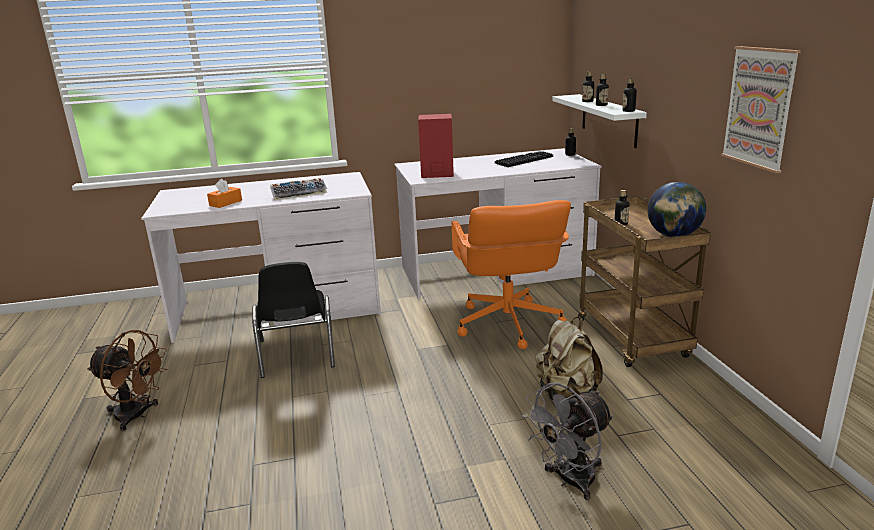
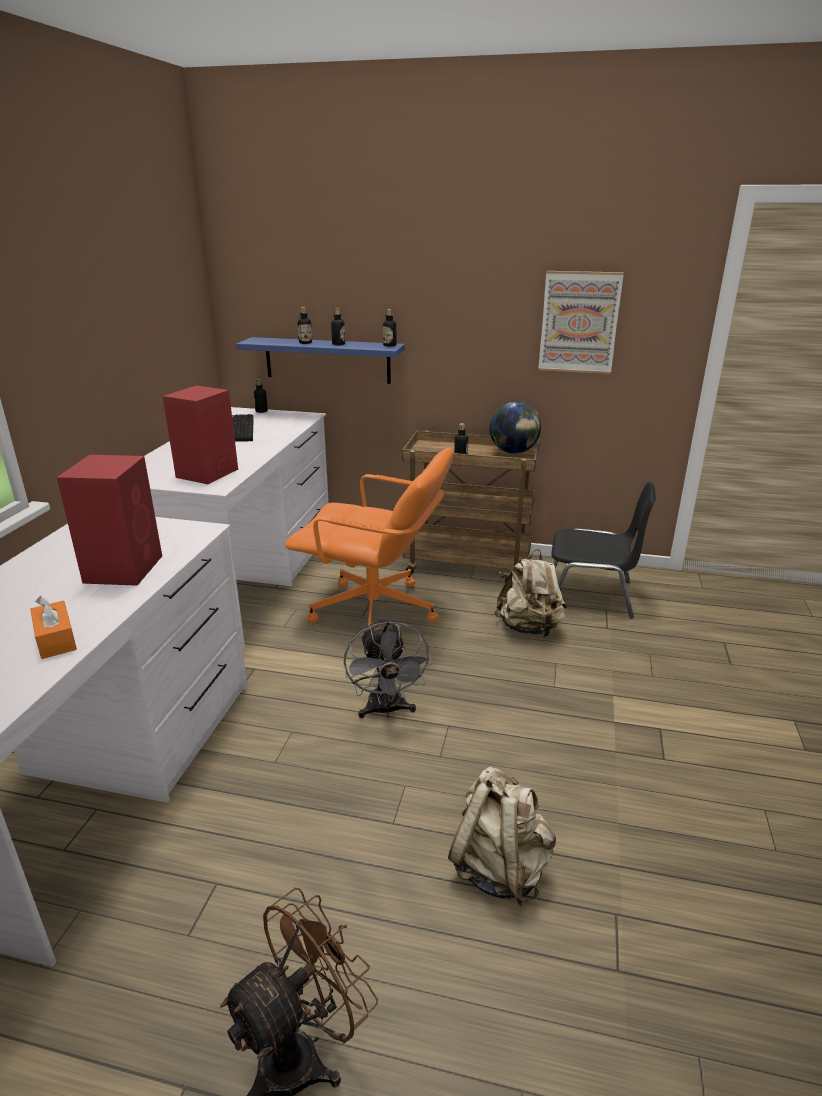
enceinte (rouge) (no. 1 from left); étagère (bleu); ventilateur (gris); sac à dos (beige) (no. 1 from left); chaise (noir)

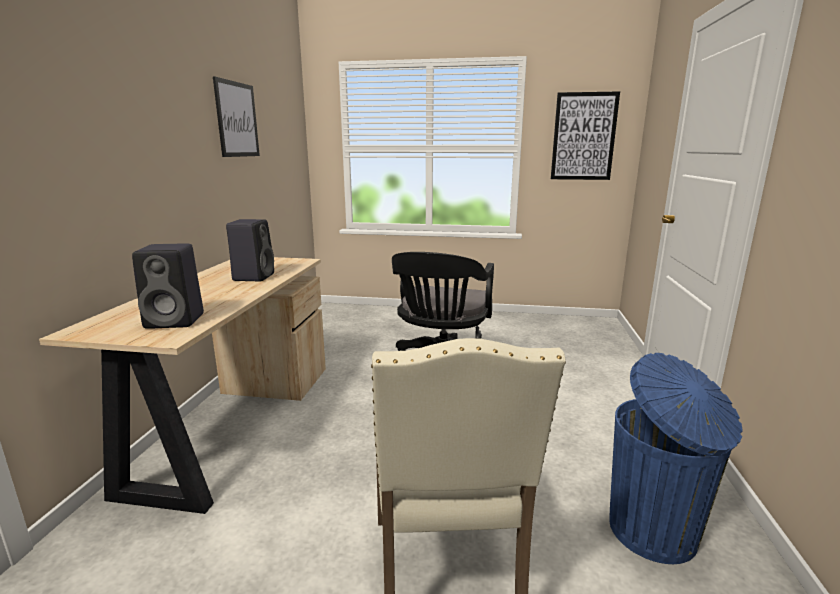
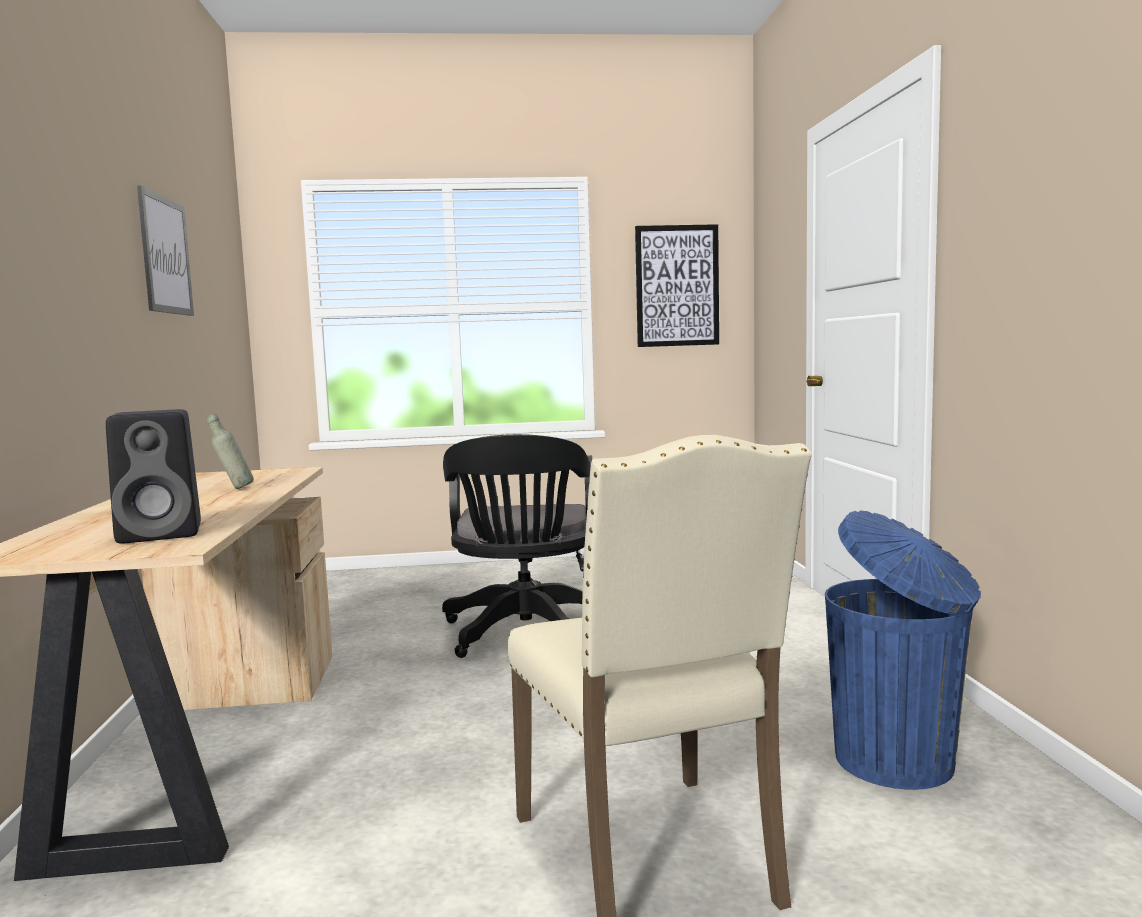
bouteille (gris)

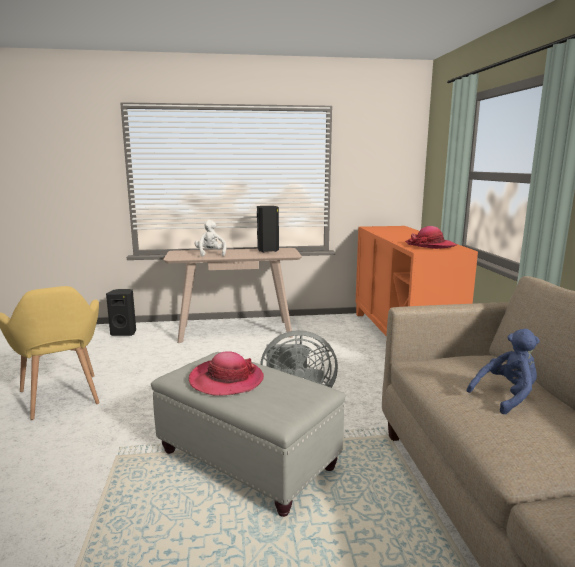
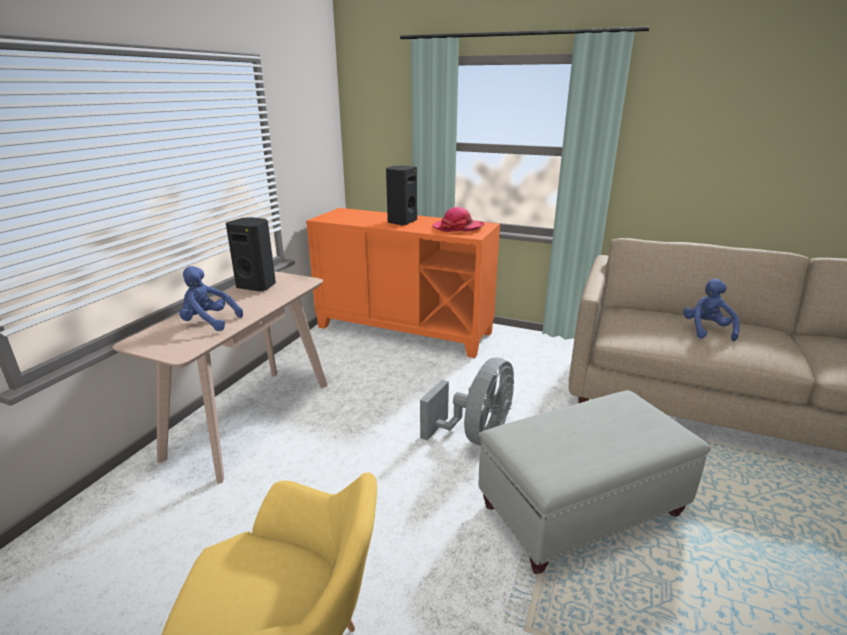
peluche (bleu) (no. 1 from left); enceinte (noir) (no. 2 from left); chapeau (no. 1 from left in the first image)

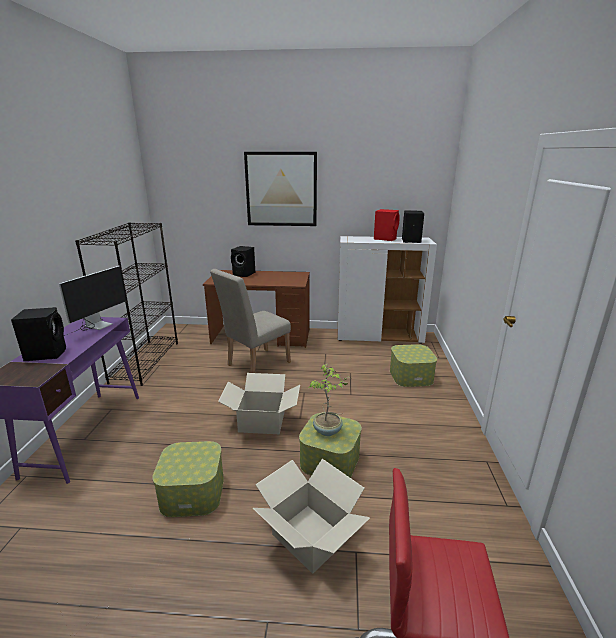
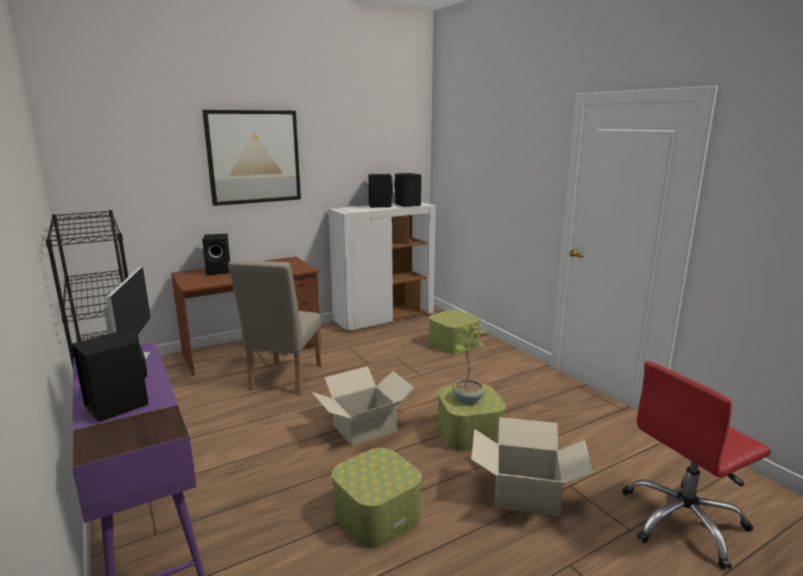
enceinte (noir) (no. 3 from left)

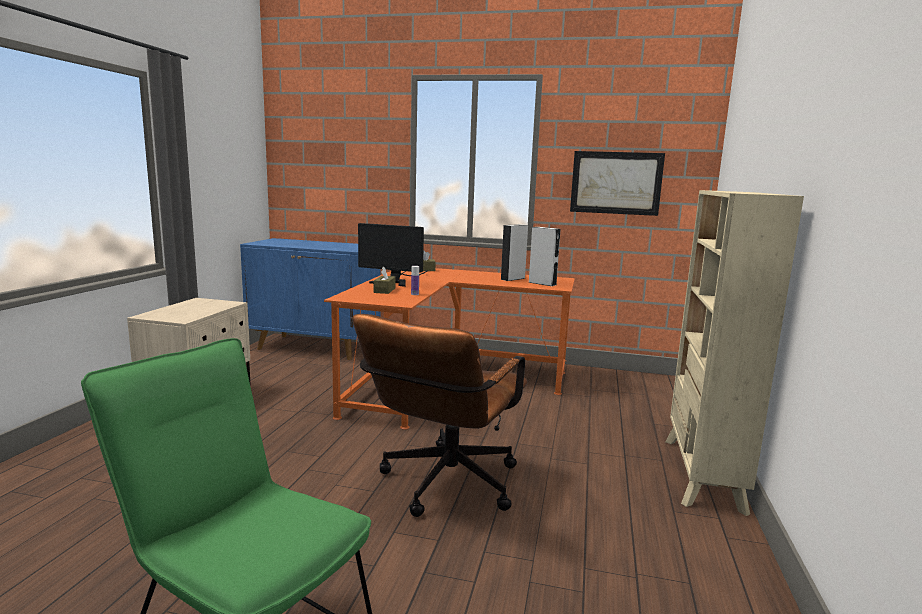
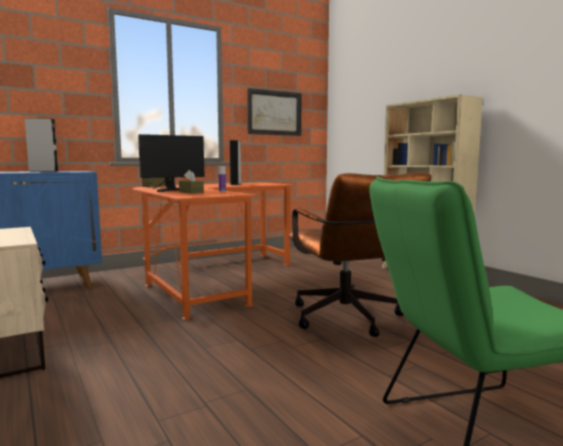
enceinte (gris) (no. 1 from left)

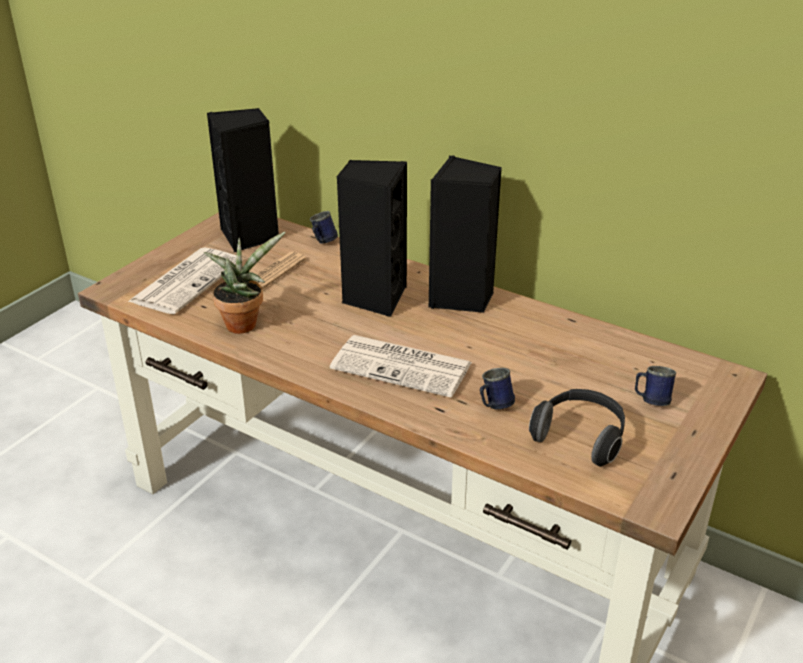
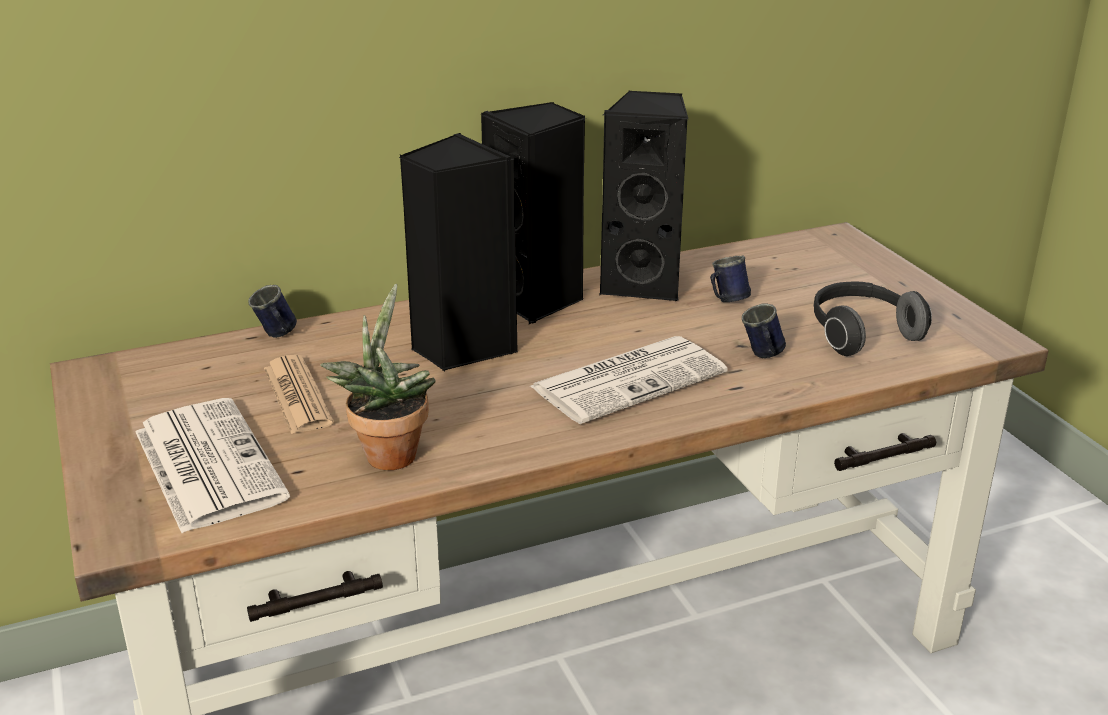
enceinte (noir) (no. 3 from left); mug (bleu) (no. 2 from left)

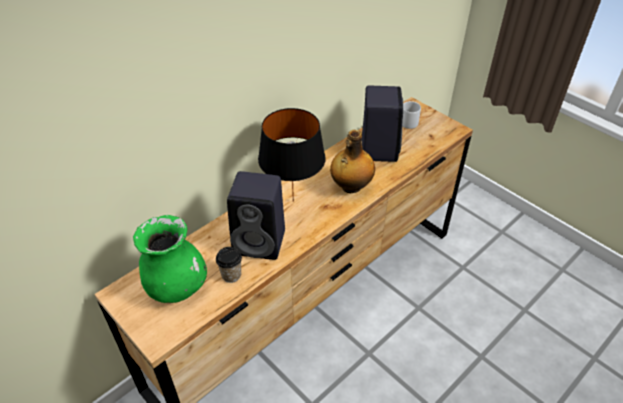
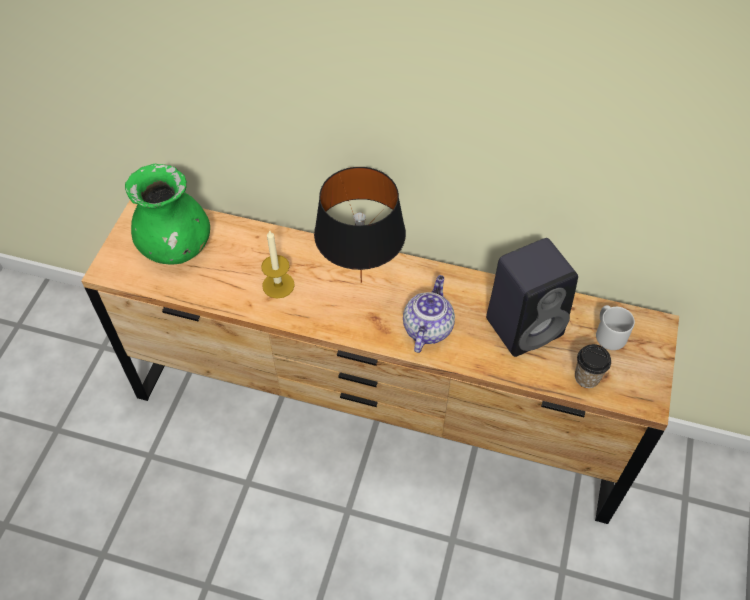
bougie; théière; tasse

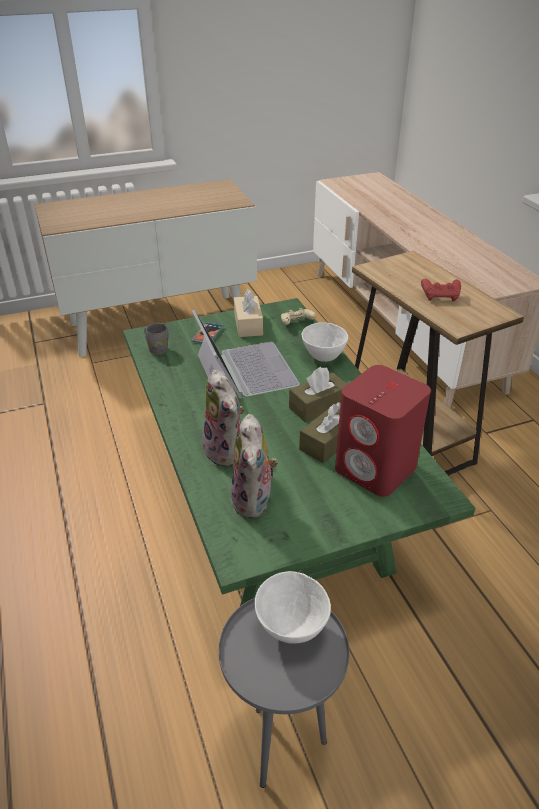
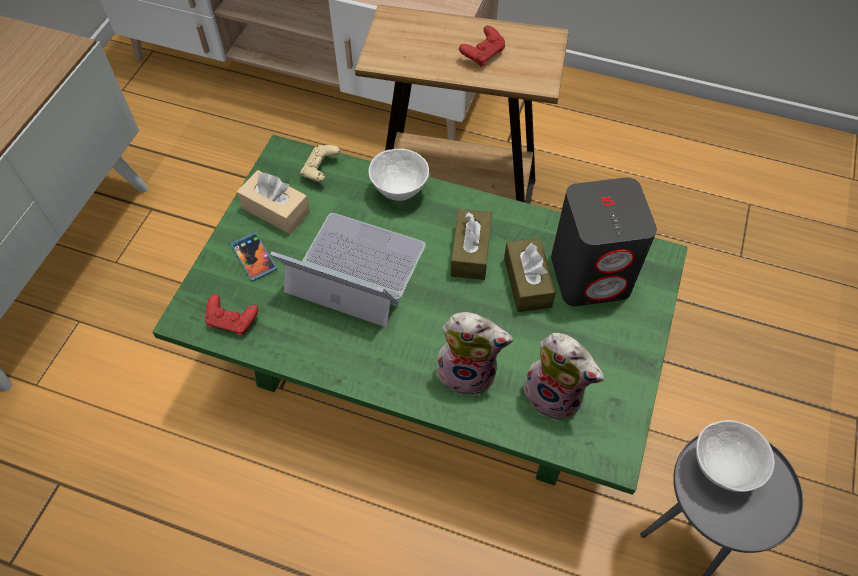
manette (rouge) (no. 1 from left); enceinte (gris)

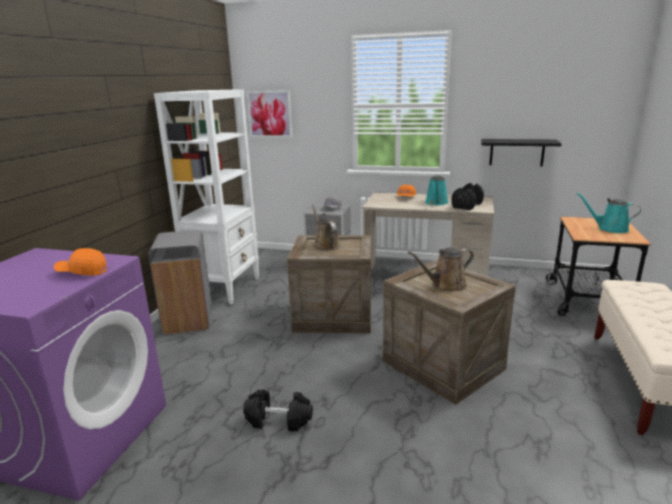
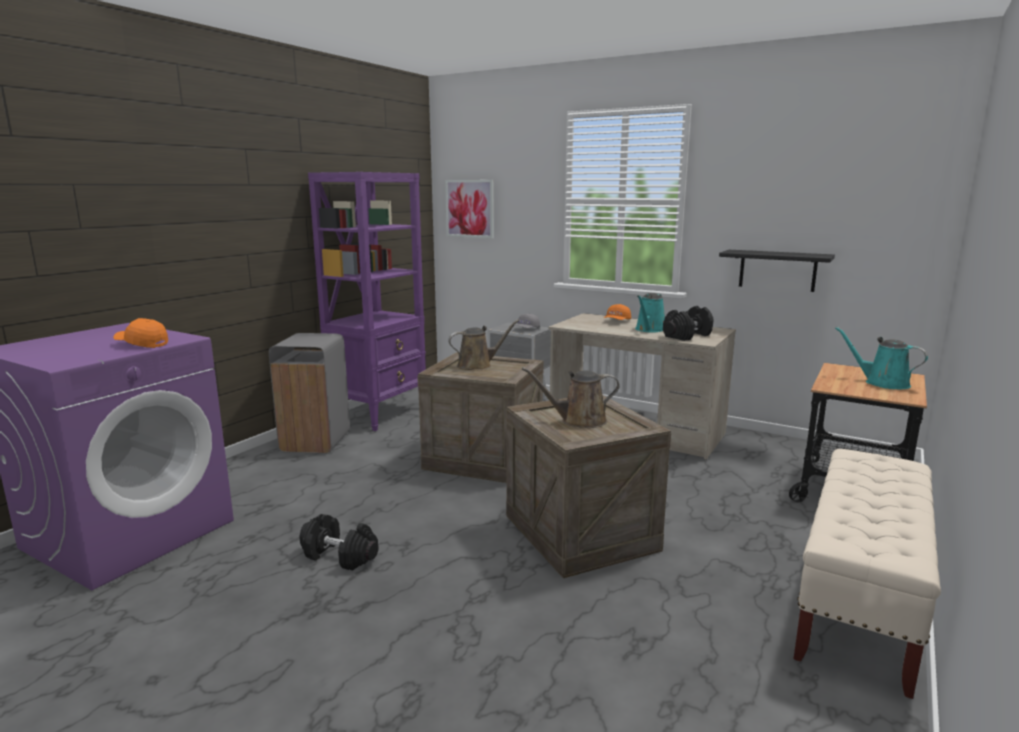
bibliothèque (violet); arrosoir (marron) (no. 1 from left)

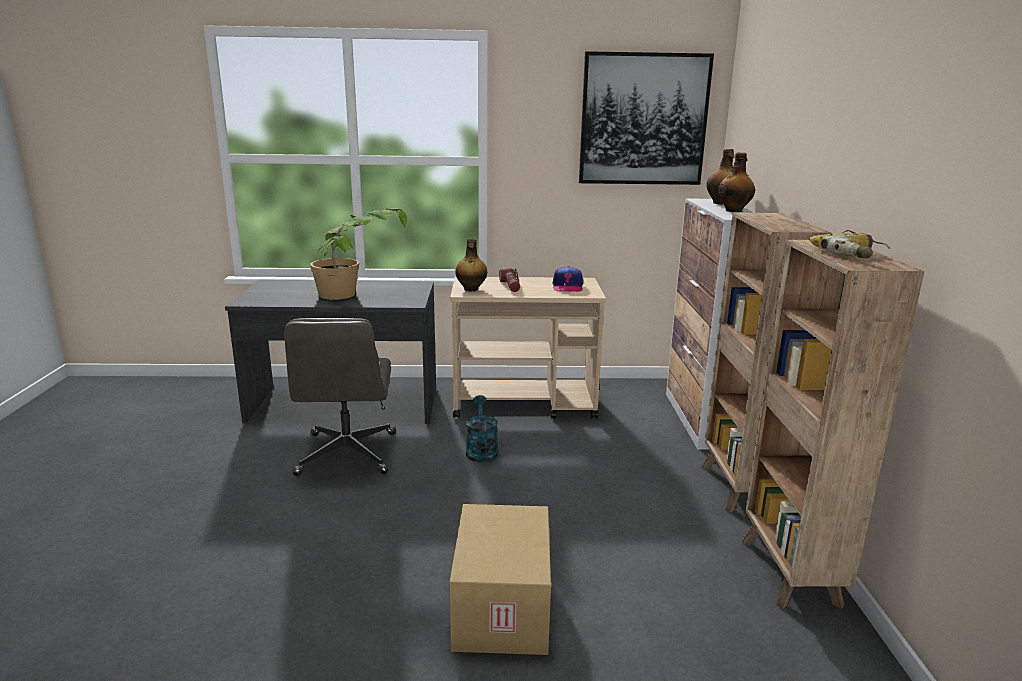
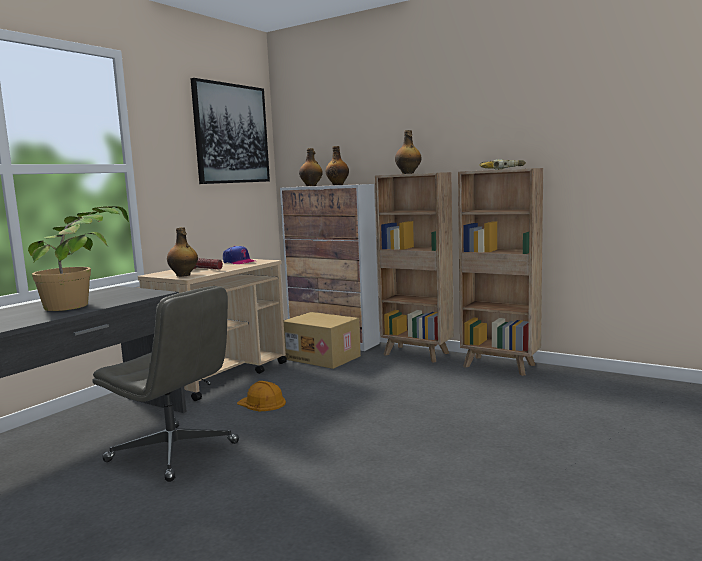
casque de chantier (orange); carton; bouteille (no. 4 from left)

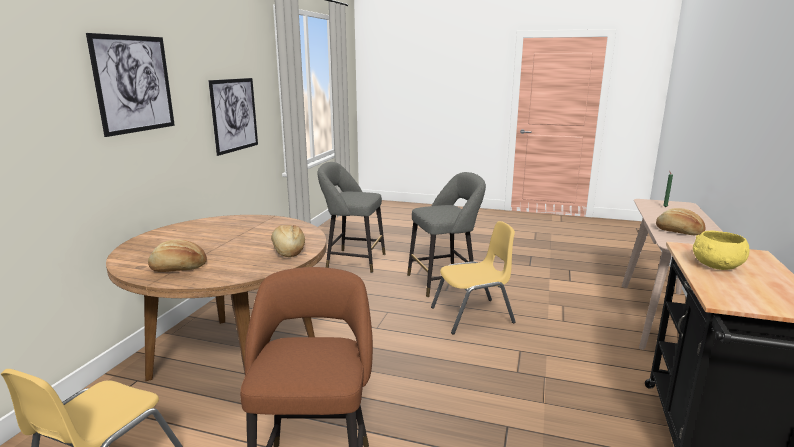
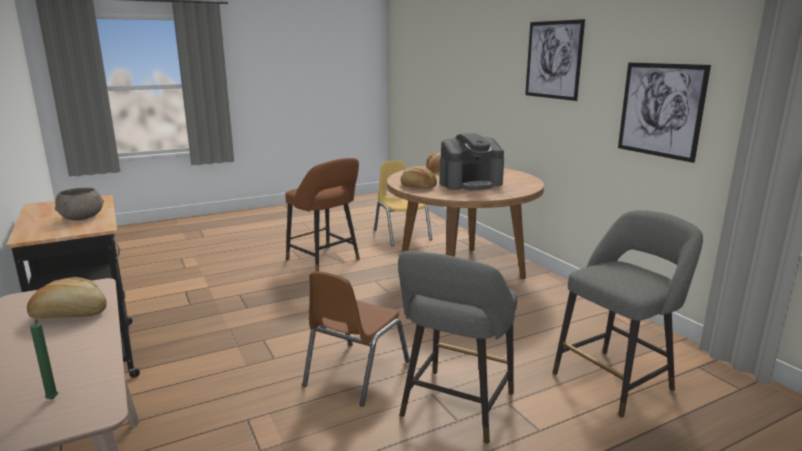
bol (gris); chaise (marron); machine à café

